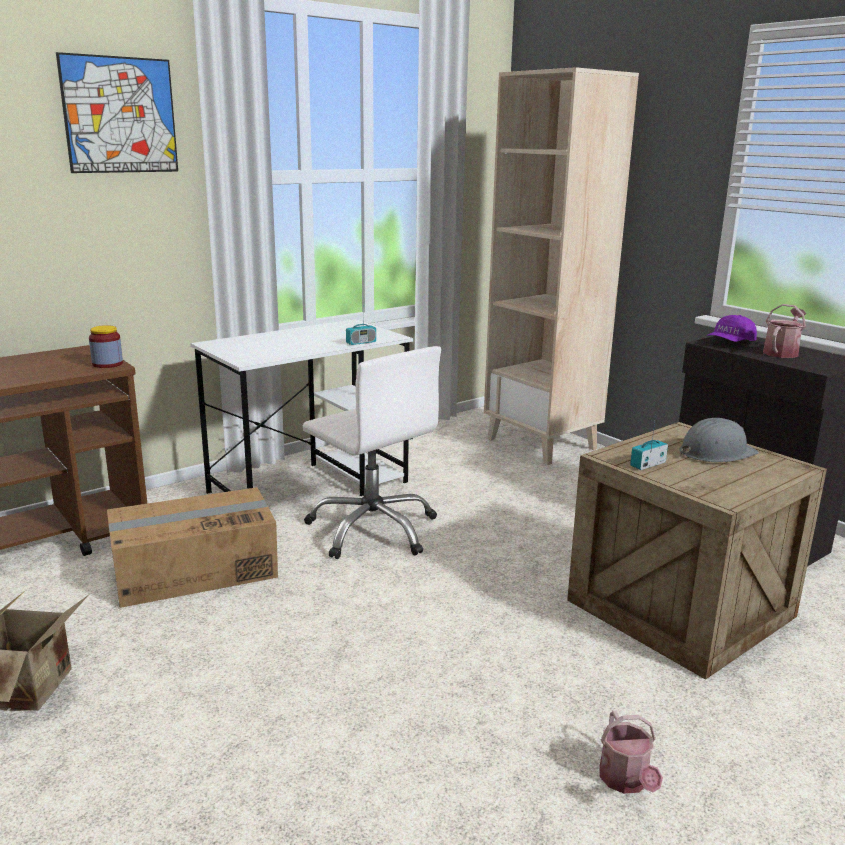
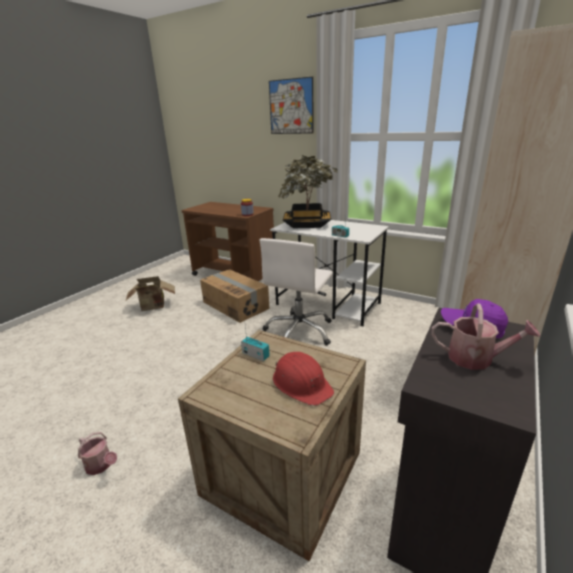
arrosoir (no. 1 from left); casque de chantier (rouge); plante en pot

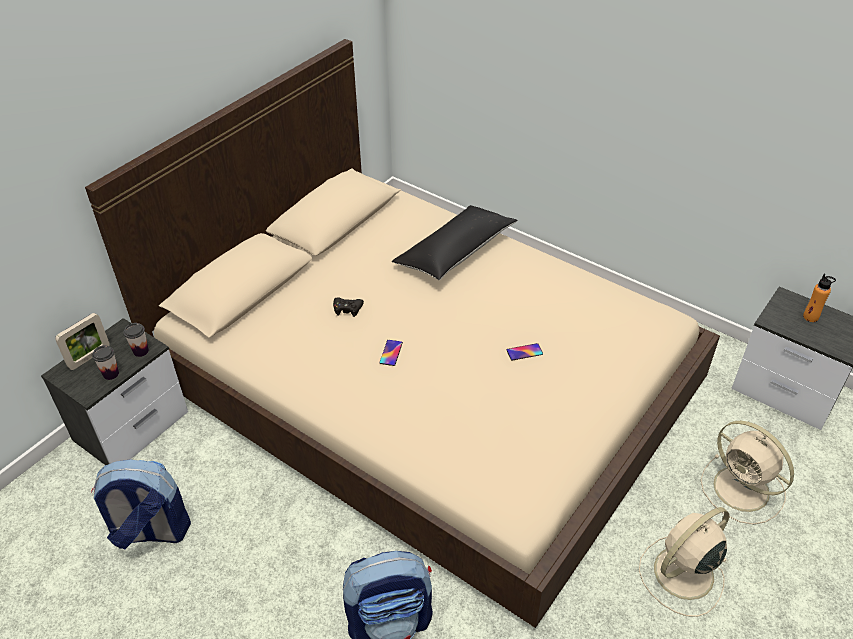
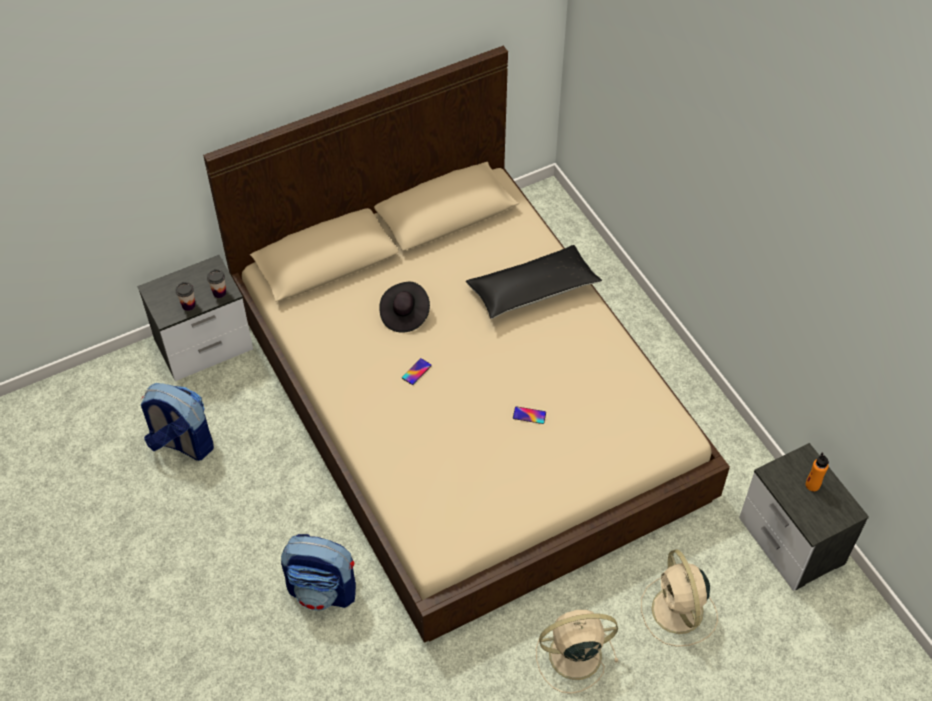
chapeau (noir); cadre photo

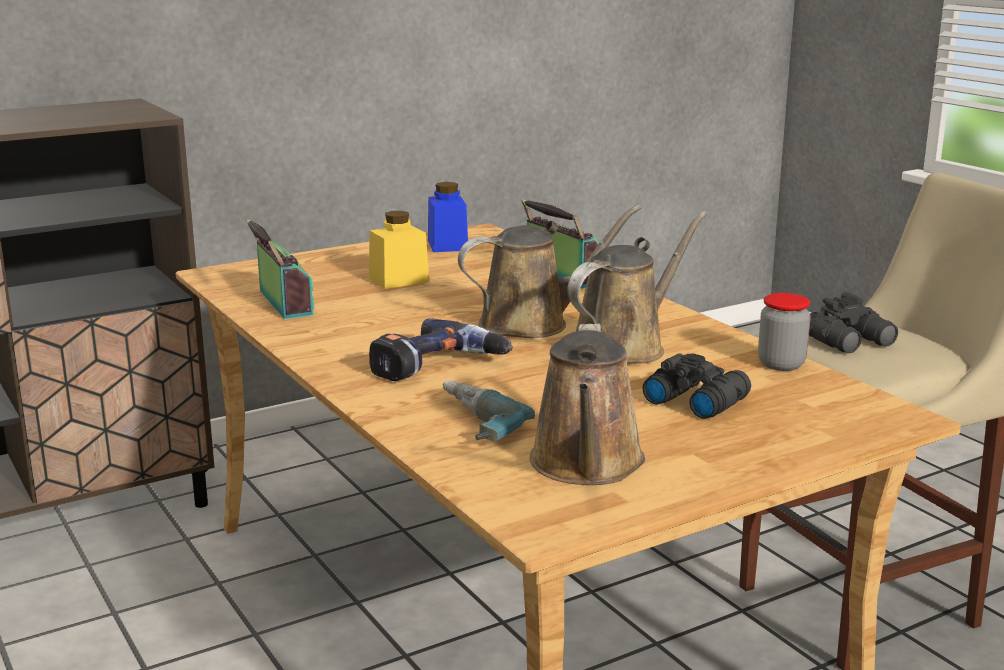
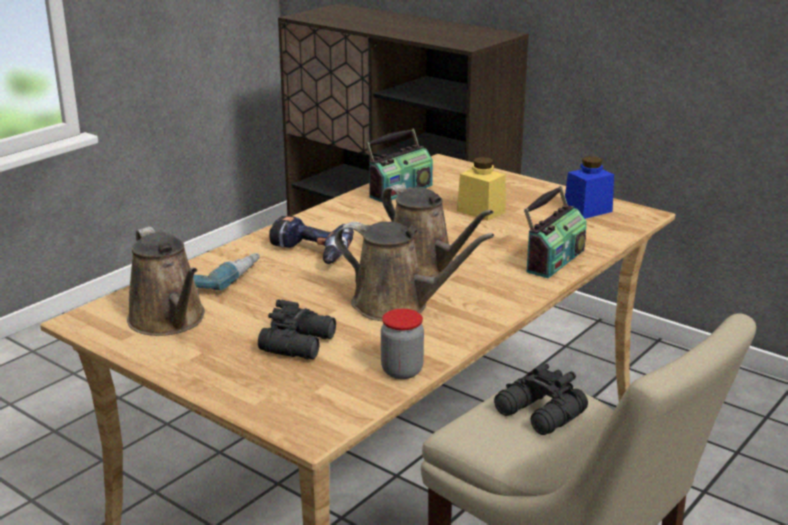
arrosoir (marron) (no. 1 from left)

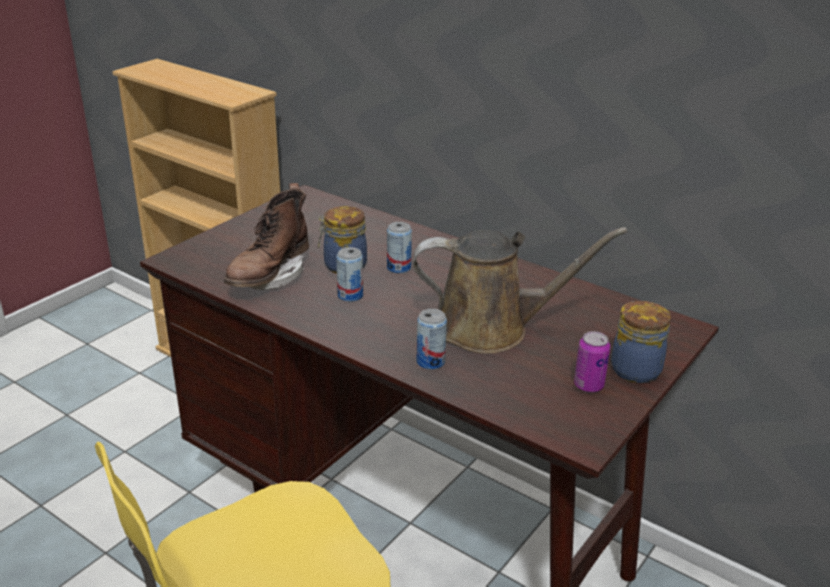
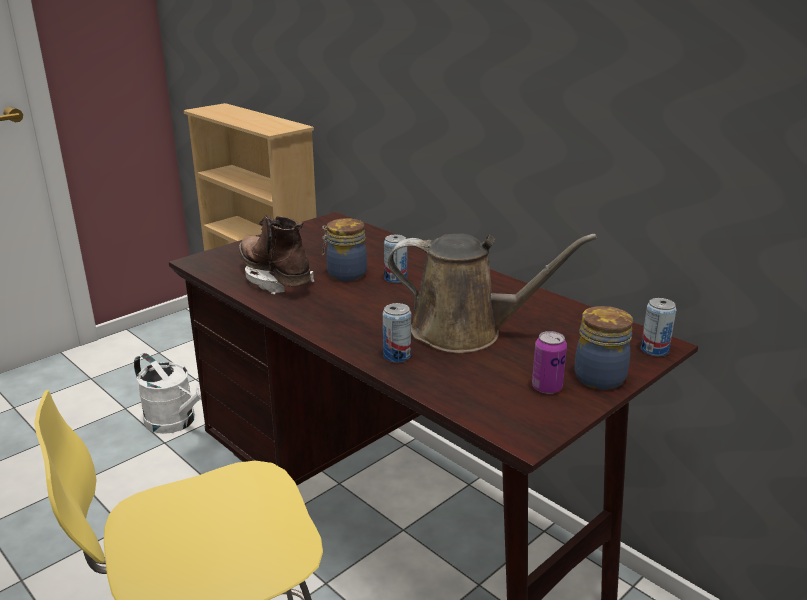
arrosoir (blanc); botte (marron); boîte métallique (no. 4 from left)

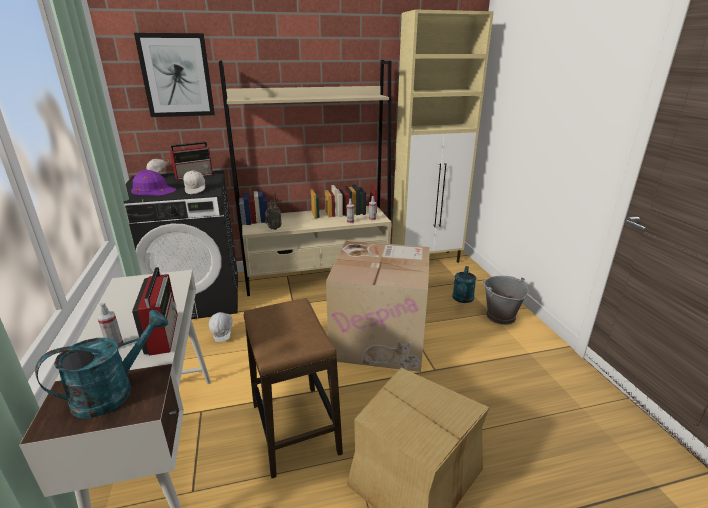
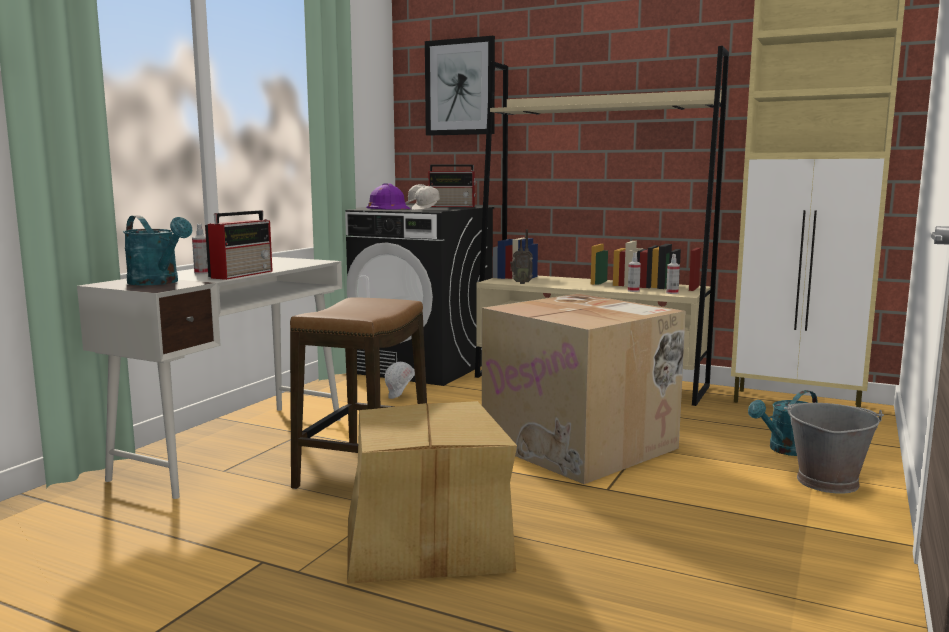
arrosoir (turquoise) (no. 1 from left)

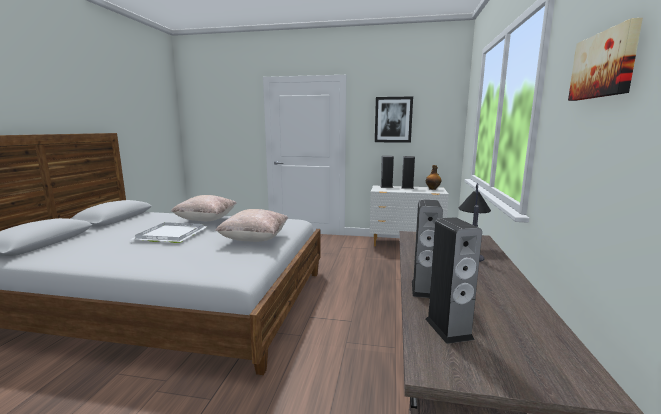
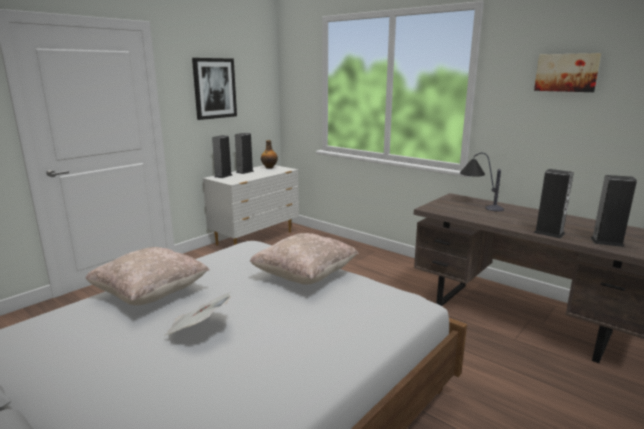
journal

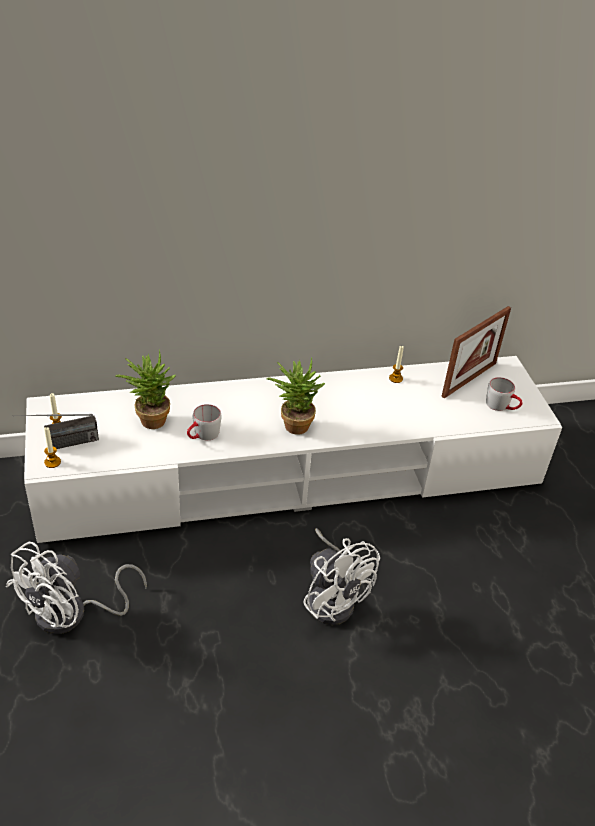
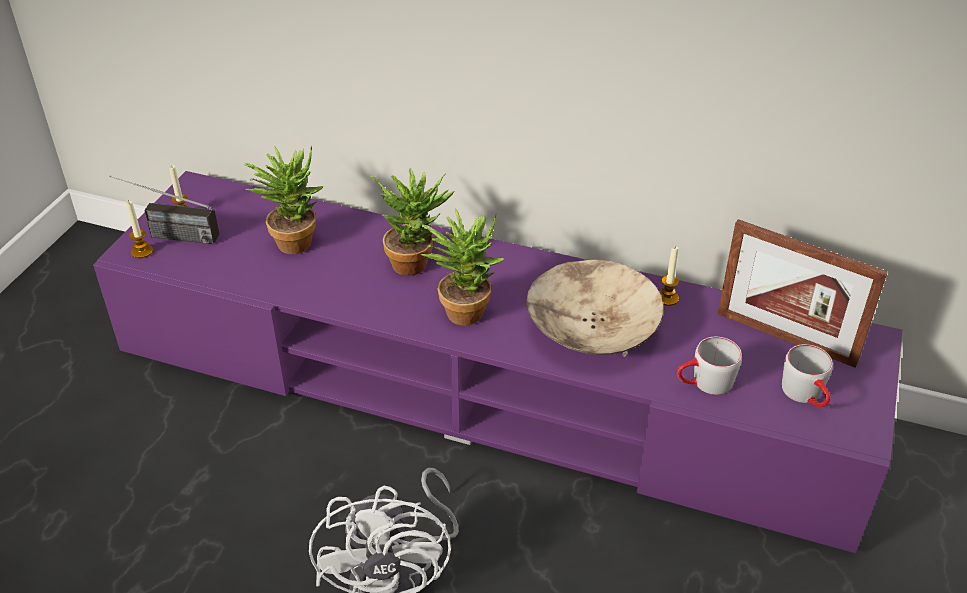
meuble télé (violet); plante en pot (no. 2 from left); bol (beige); mug (gris) (no. 1 from left); cadre photo; ventilateur (blanc) (no. 1 from left in the first image)

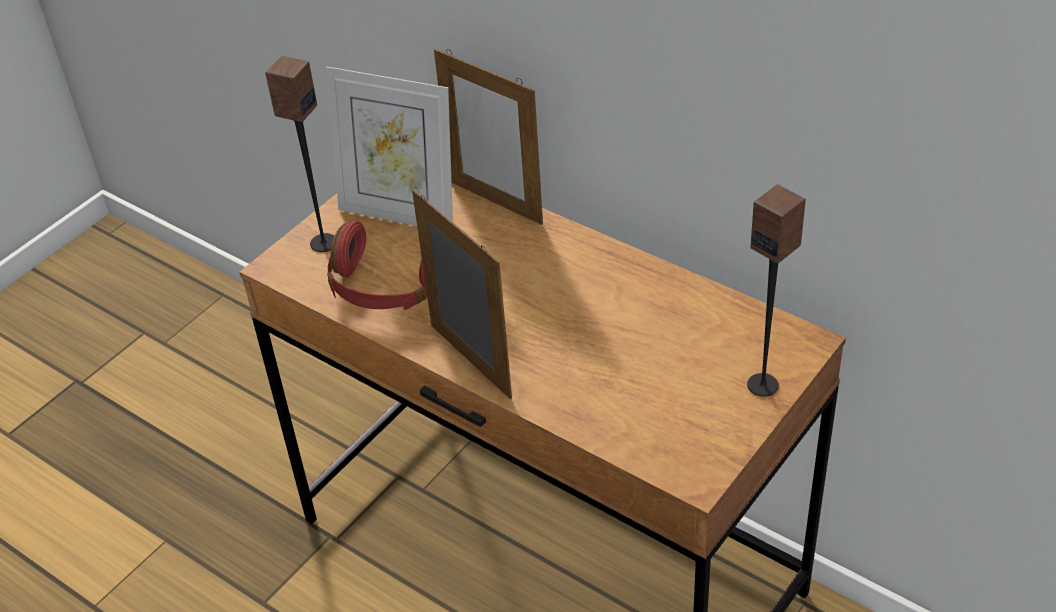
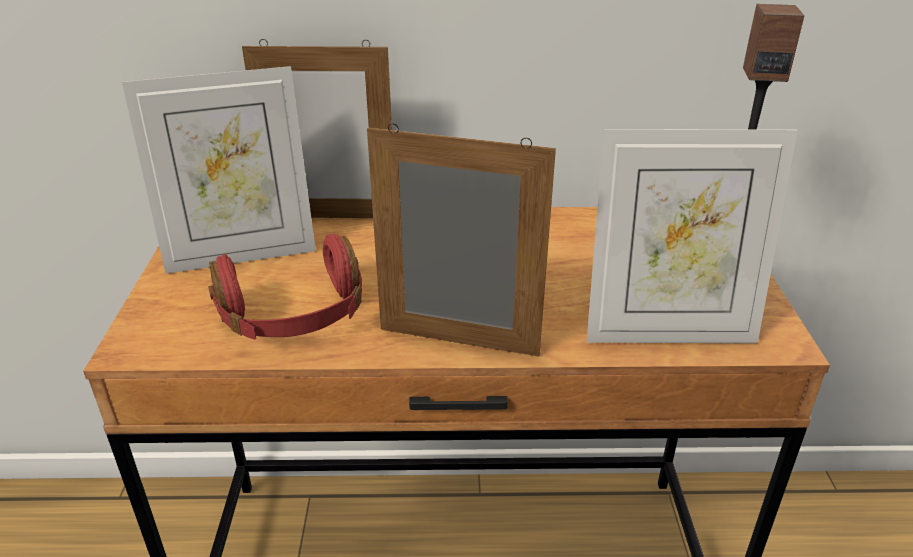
cadre photo (no. 4 from left); enceinte (no. 1 from left in the first image)

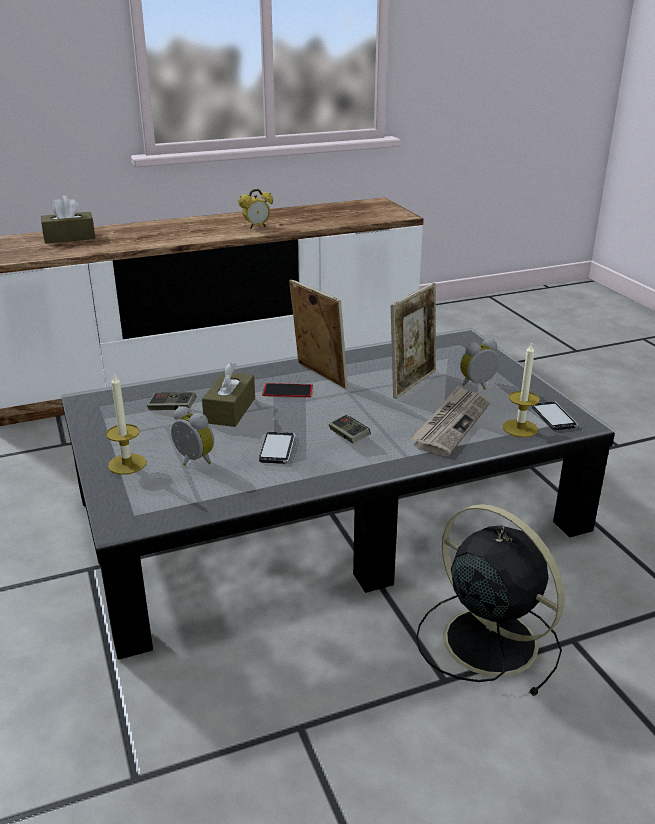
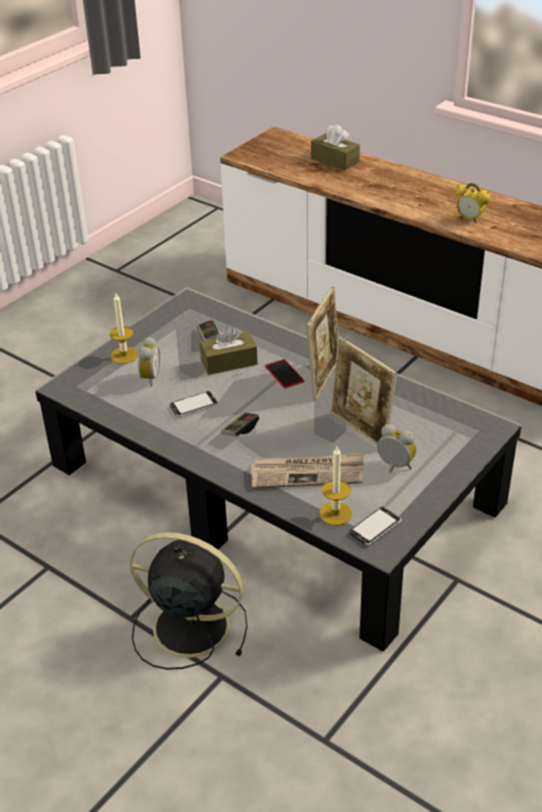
ventilateur (noir); cadre photo (no. 2 from left)

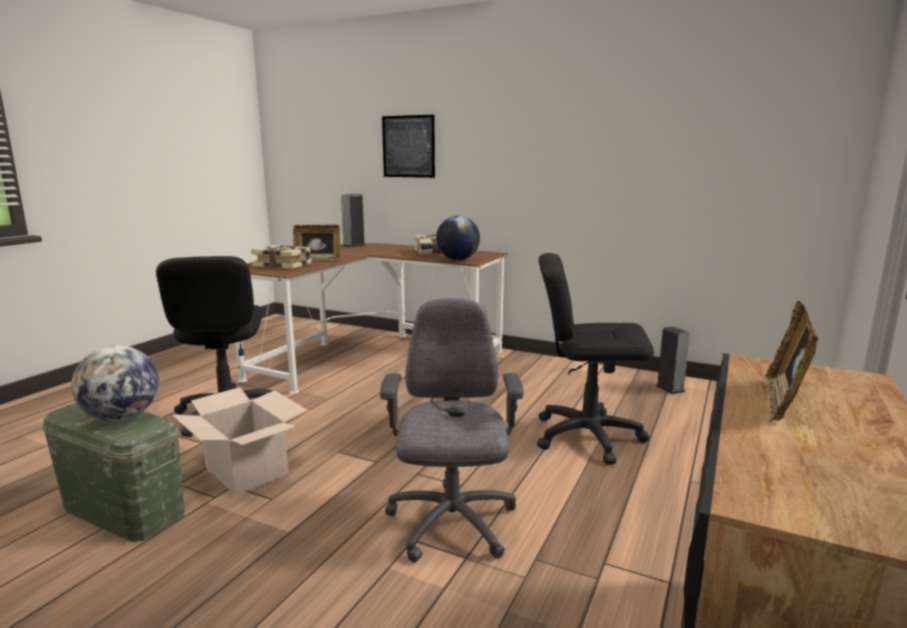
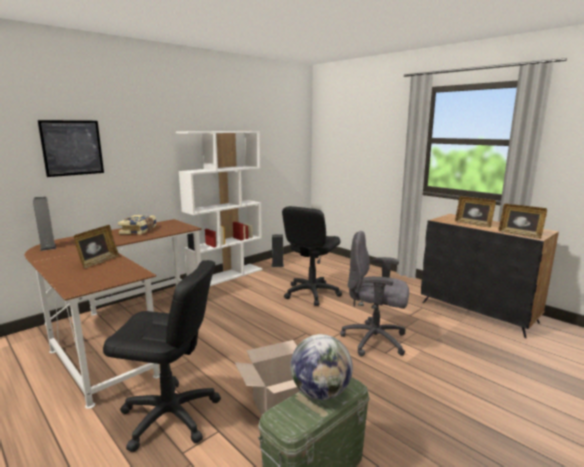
bibliothèque (blanc); cadre photo (no. 3 from left); livre (no. 1 from left in the first image); globe (no. 2 from left in the first image)

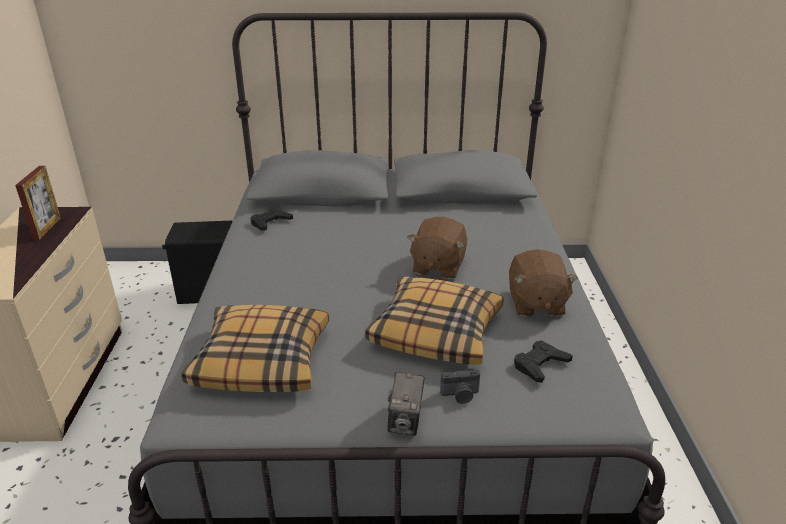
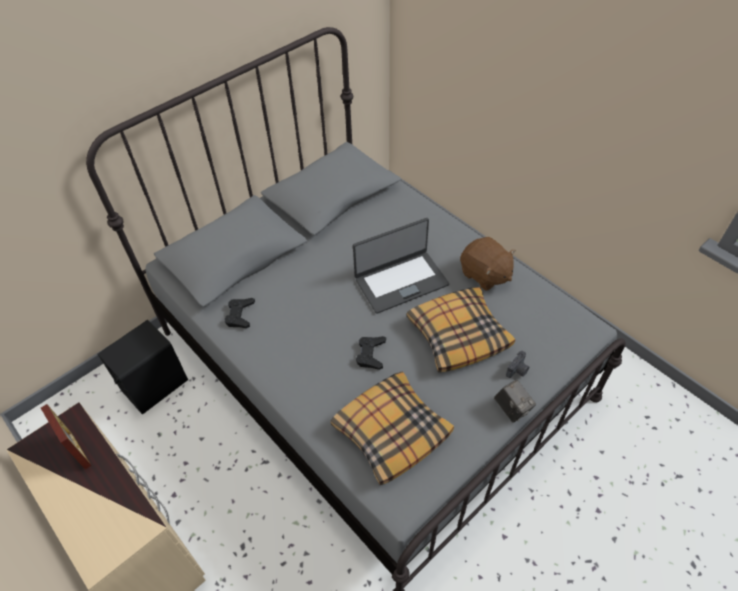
ordinateur portable; manette (noir) (no. 2 from left)

